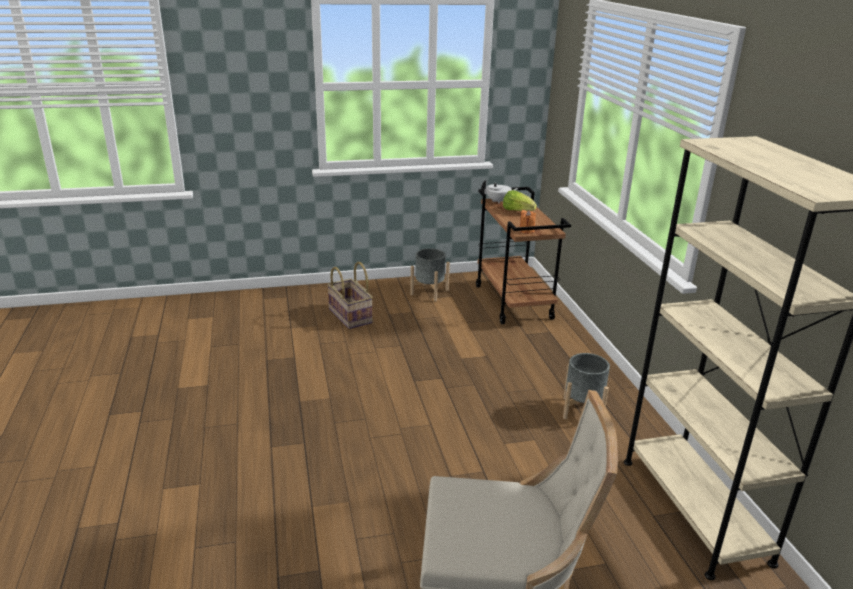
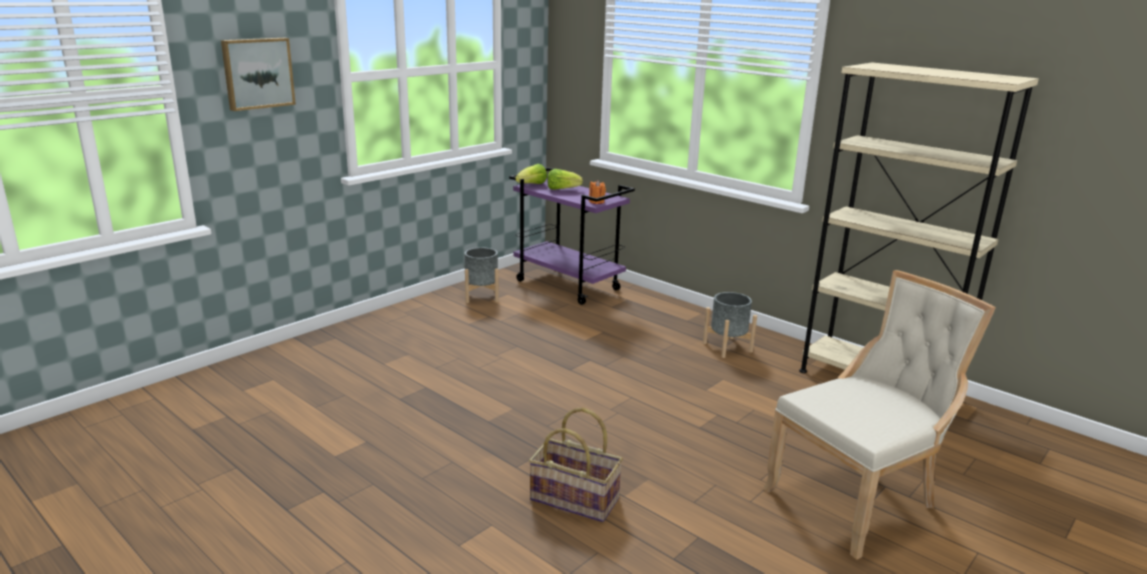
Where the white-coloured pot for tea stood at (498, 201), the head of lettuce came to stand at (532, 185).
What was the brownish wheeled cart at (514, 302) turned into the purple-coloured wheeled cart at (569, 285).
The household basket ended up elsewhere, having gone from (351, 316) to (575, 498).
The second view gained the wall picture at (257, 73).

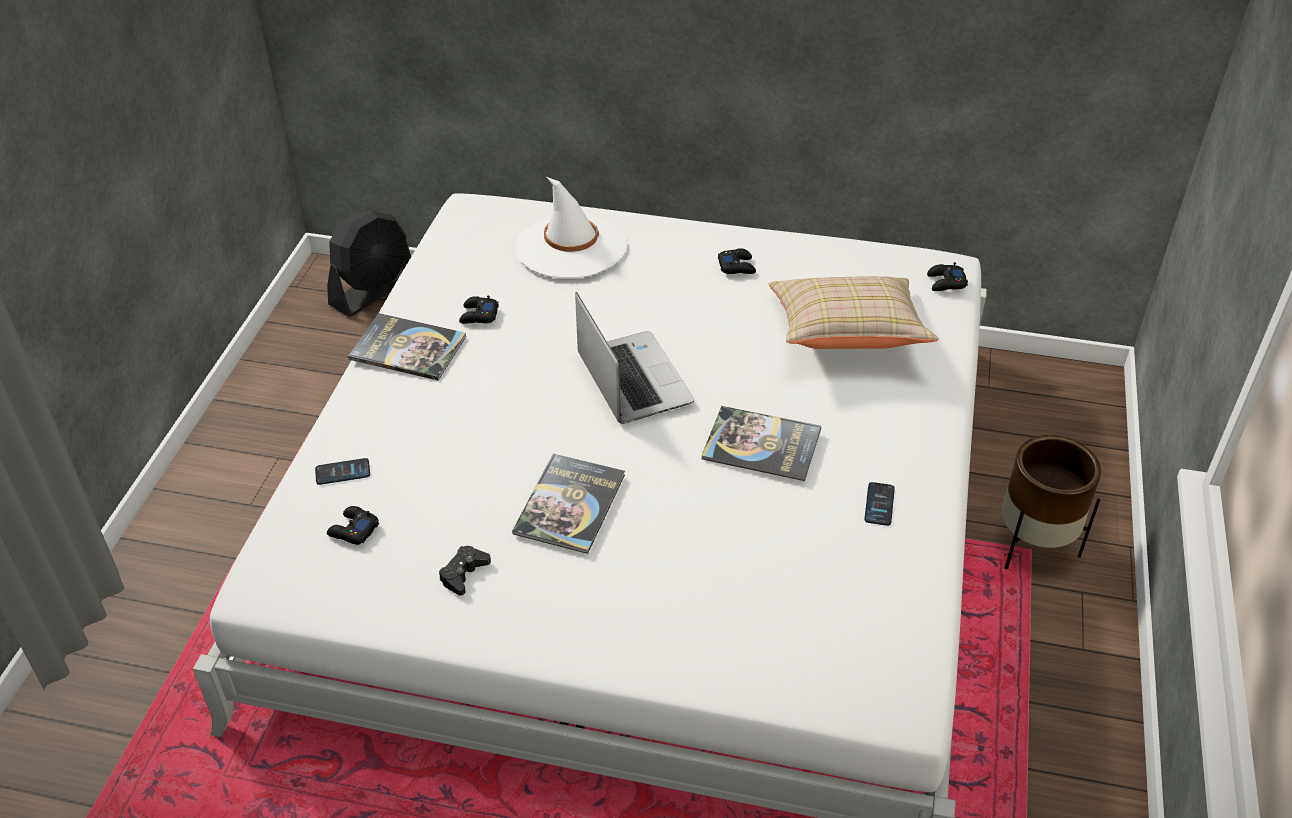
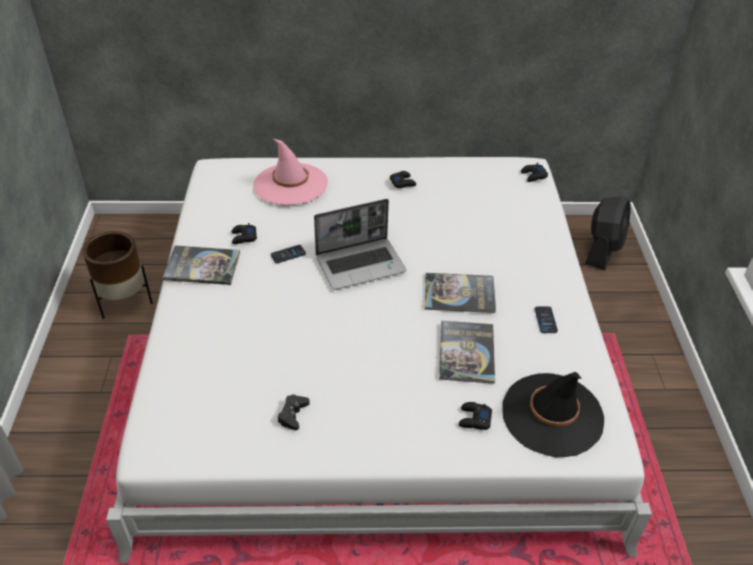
What was the white-coloured clothing hat at (571, 247) turned into the pink clothing hat at (290, 184).
The black electric fan ended up elsewhere, having gone from (374, 290) to (603, 249).
The second view lost the sand-coloured pillow at (847, 334).
The portable computer at (631, 379) ended up facing another way, 105 degrees clockwise from before.
The brownish flower pot ended up elsewhere, having gone from (1034, 546) to (125, 302).
The book ended up elsewhere, having gone from (570, 504) to (466, 352).
The phone ended up elsewhere, having gone from (343, 472) to (288, 254).
The black gamepad ended up elsewhere, having gone from (353, 530) to (474, 419).
The second view gained the black clothing hat at (552, 415).

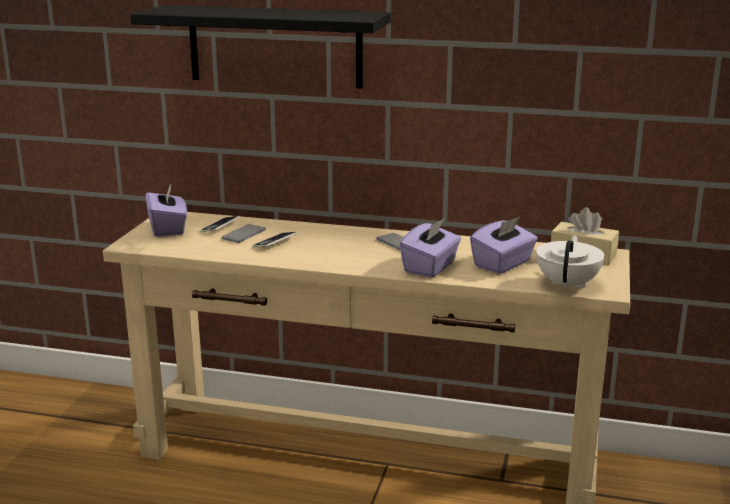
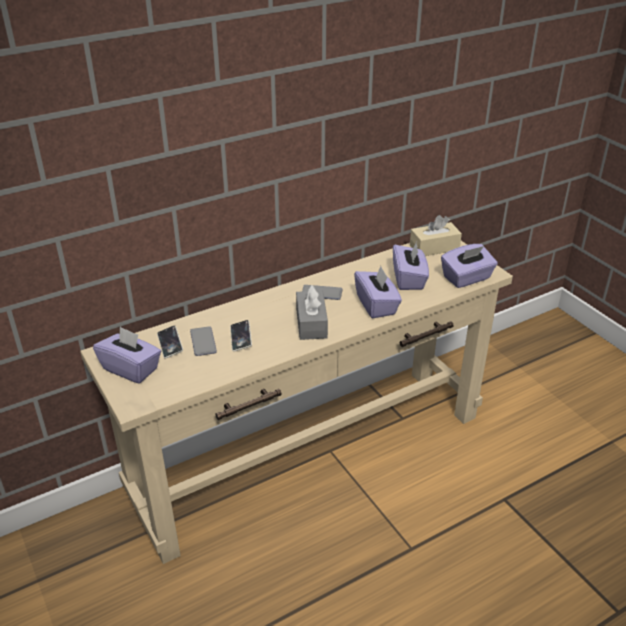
The second view lost the black bracket shelf at (275, 46).
Where the white-coloured pot for tea stood at (568, 284), the purple-coloured tissue box came to stand at (467, 278).
The second view gained the greyish tissue box at (311, 323).

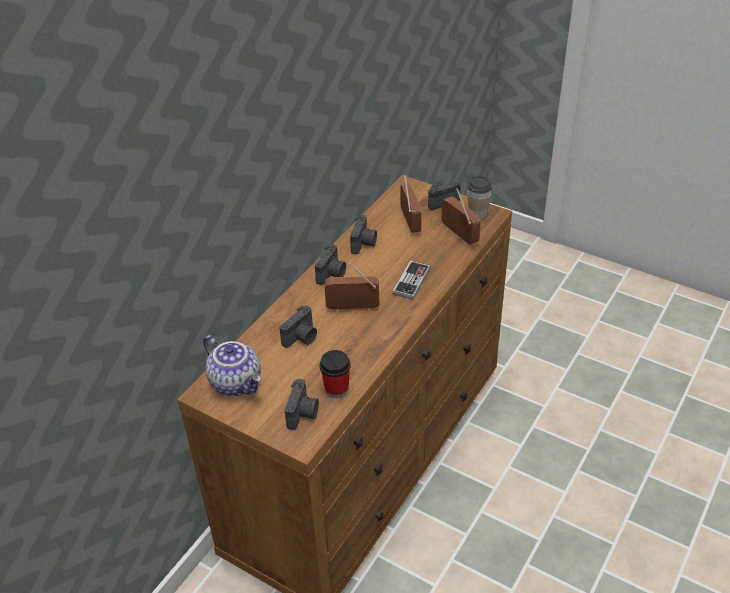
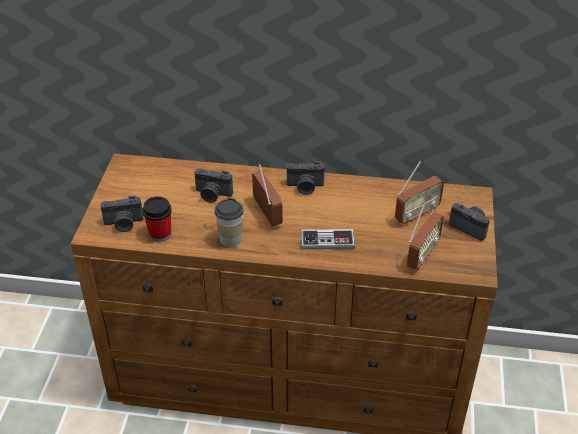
The small cup ended up elsewhere, having gone from (477, 214) to (230, 239).
The second view lost the still camera at (364, 243).
The second view lost the pot for tea at (237, 382).

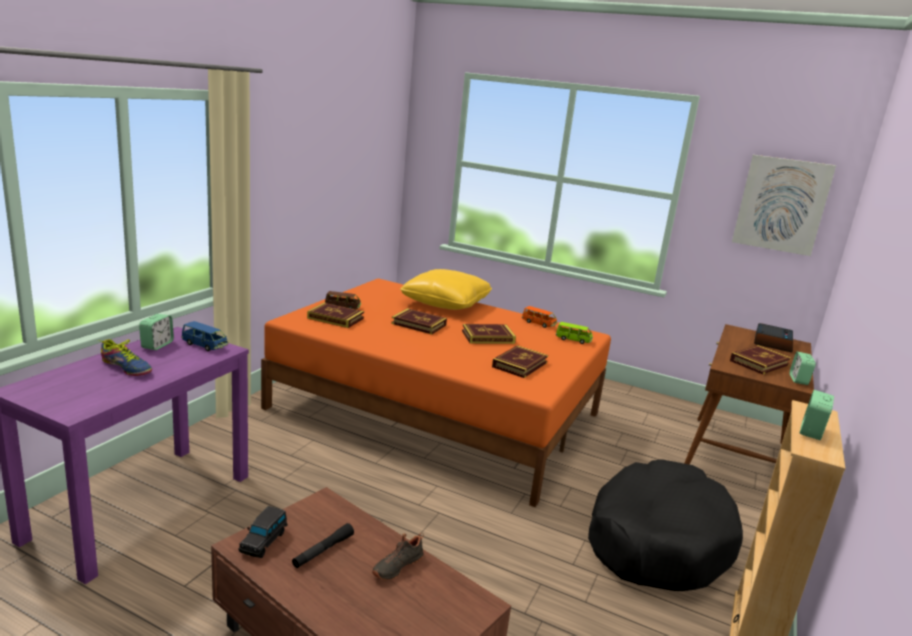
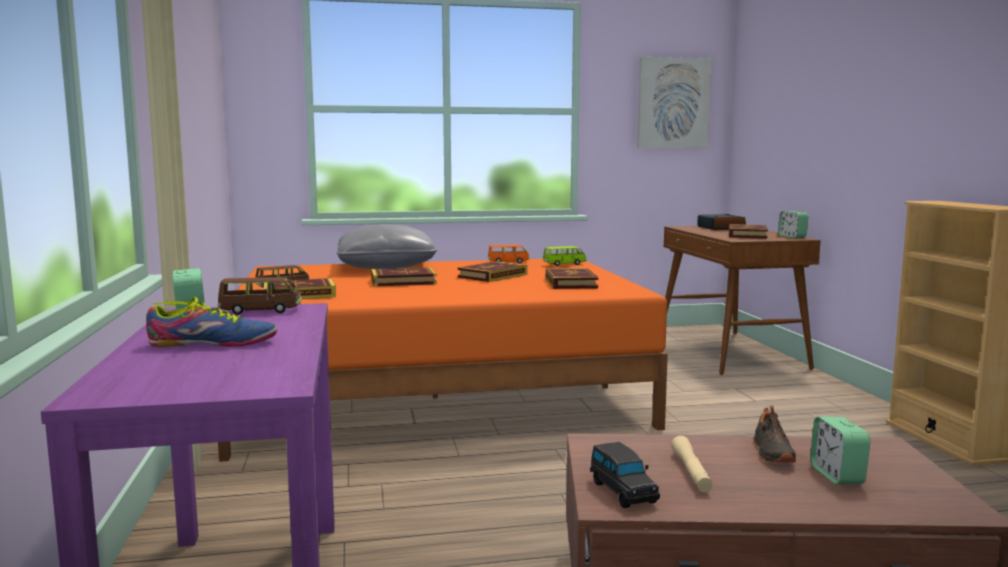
What was the yellow pillow at (446, 303) turned into the greyish pillow at (386, 267).
What was the bluish miniature car at (204, 345) turned into the brownish miniature car at (261, 311).
The table clock ended up elsewhere, having gone from (811, 431) to (837, 475).
The second view lost the black dog bed at (657, 540).
What was the black hand torch at (323, 551) turned into the sand-coloured hand torch at (691, 472).

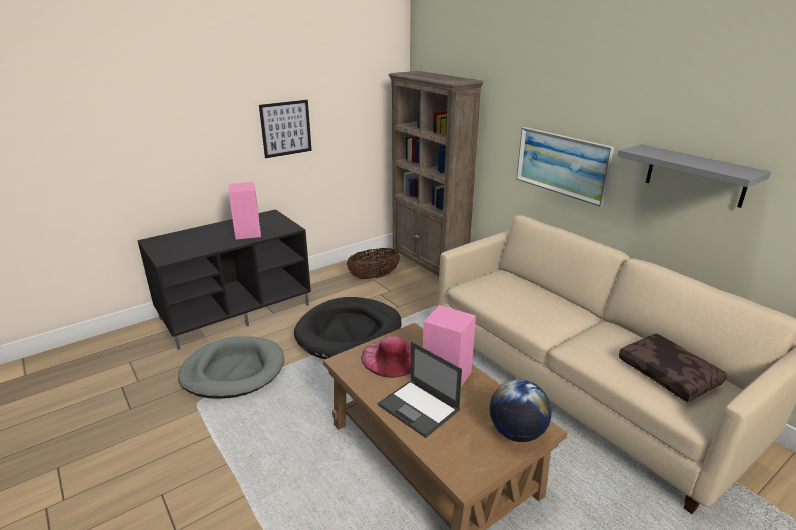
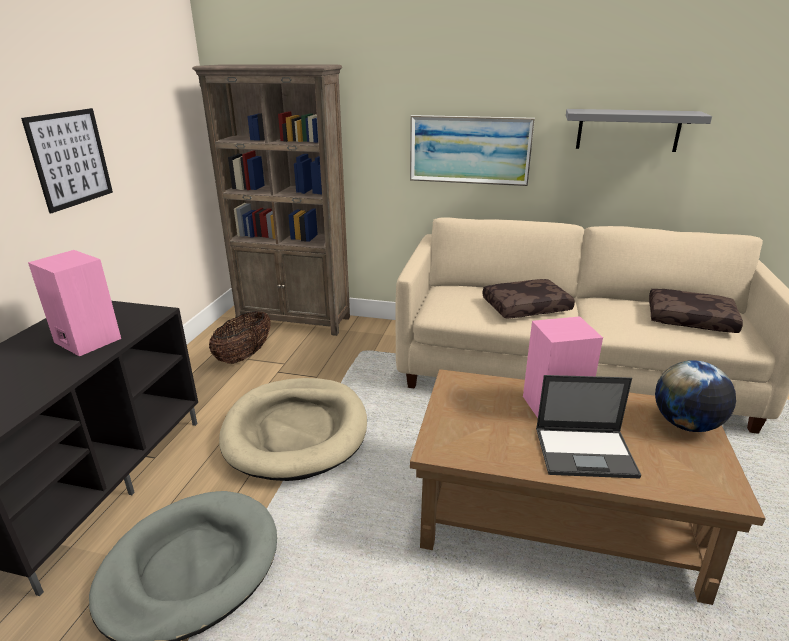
What was the black dog bed at (349, 332) turned into the sand-coloured dog bed at (296, 431).
The second view lost the pink clothing hat at (392, 357).
The second view gained the brownish pillow at (526, 307).

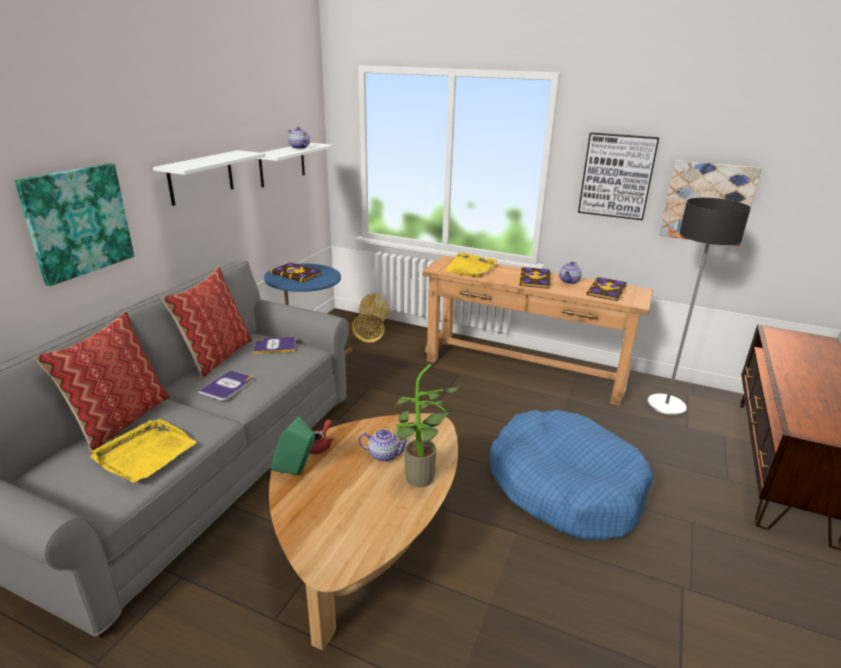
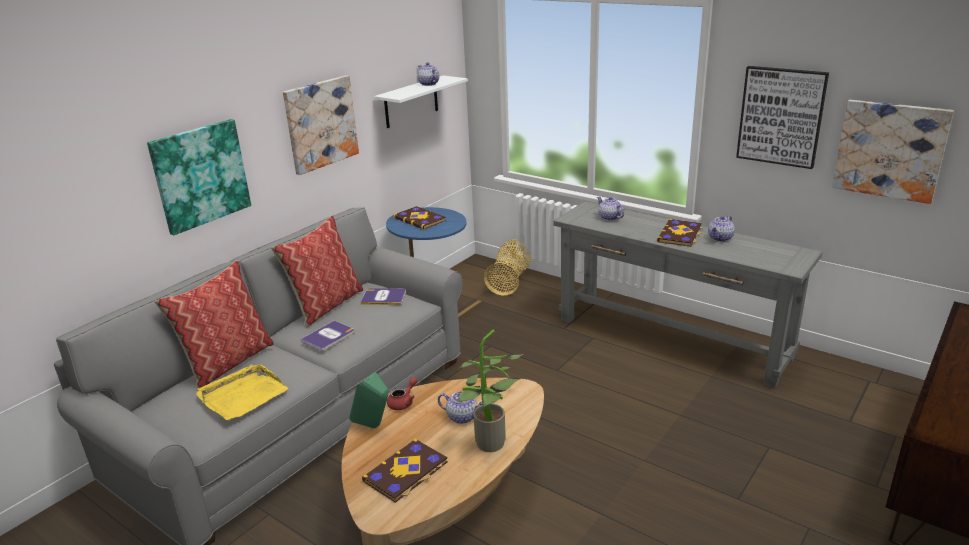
Where the white-coloured bracket shelf hung at (201, 177), the wall picture came to hang at (320, 124).
The second view lost the standing lamp at (666, 406).
Where the yellow tray stood at (470, 268), the pot for tea came to stand at (609, 218).
What was the brownish console table at (523, 370) turned into the greyish console table at (671, 338).
The book ended up elsewhere, having gone from (607, 290) to (406, 472).
The second view lost the bluish dog bed at (564, 486).

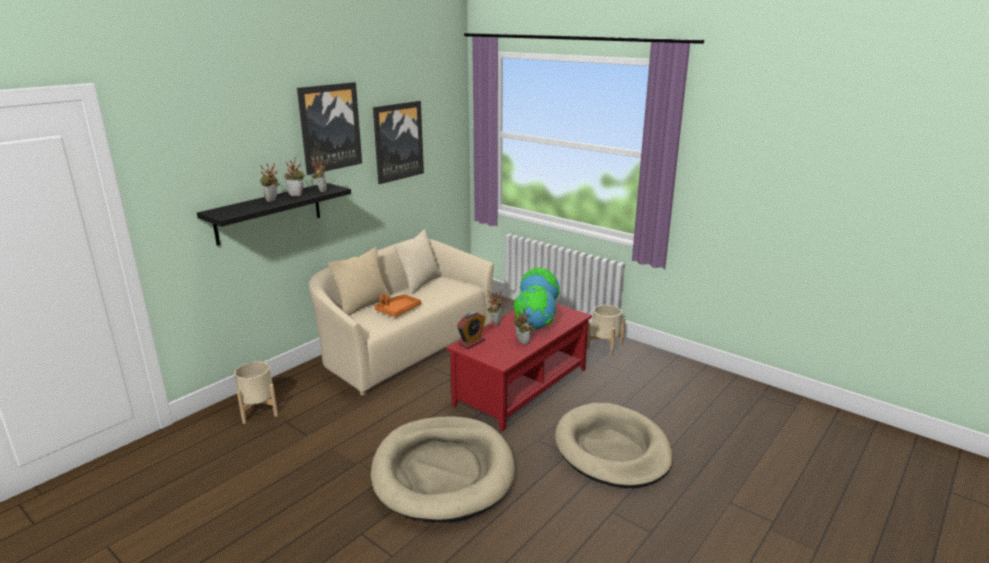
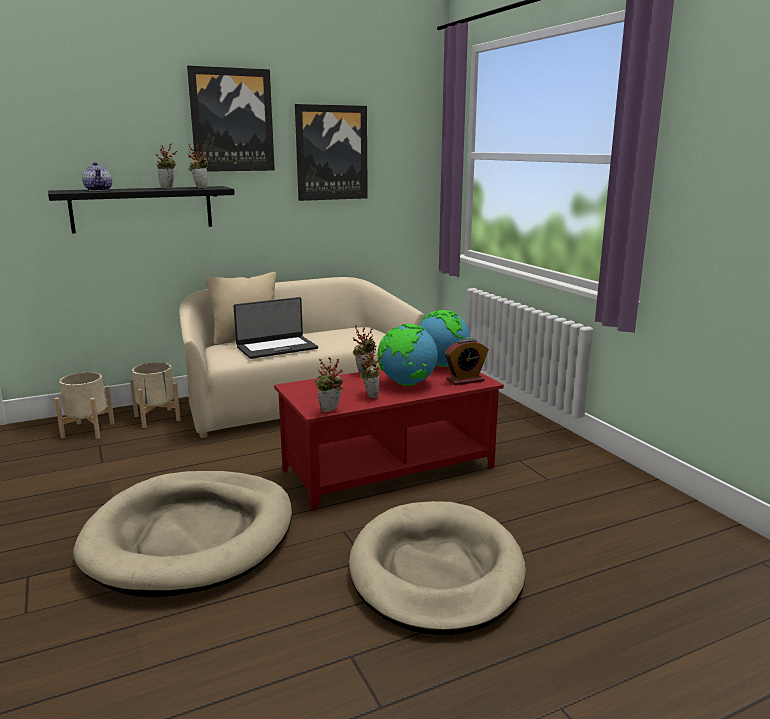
The plant in a pot ended up elsewhere, having gone from (272, 200) to (330, 410).
The second view lost the sand-coloured pillow at (420, 284).
Where the orangey tray stood at (398, 310), the portable computer came to stand at (276, 348).
The sand-coloured flower pot ended up elsewhere, having gone from (604, 346) to (157, 418).
The table clock ended up elsewhere, having gone from (471, 342) to (465, 380).
The second view gained the pot for tea at (99, 190).

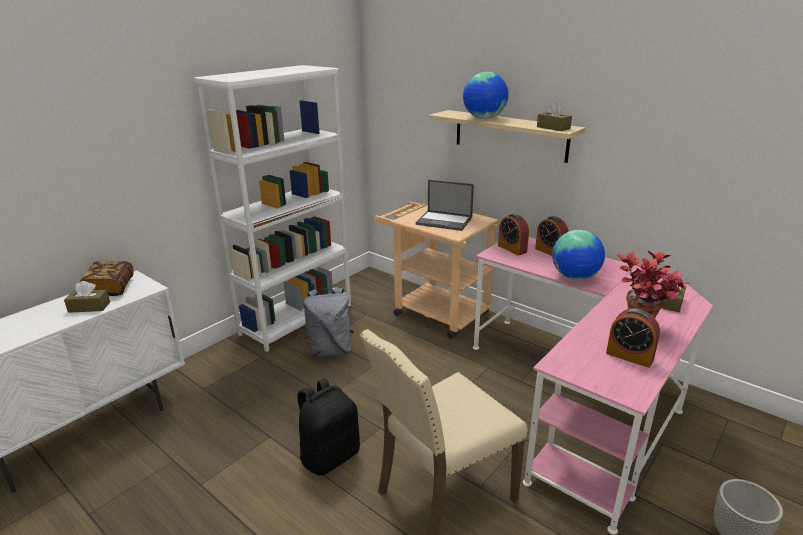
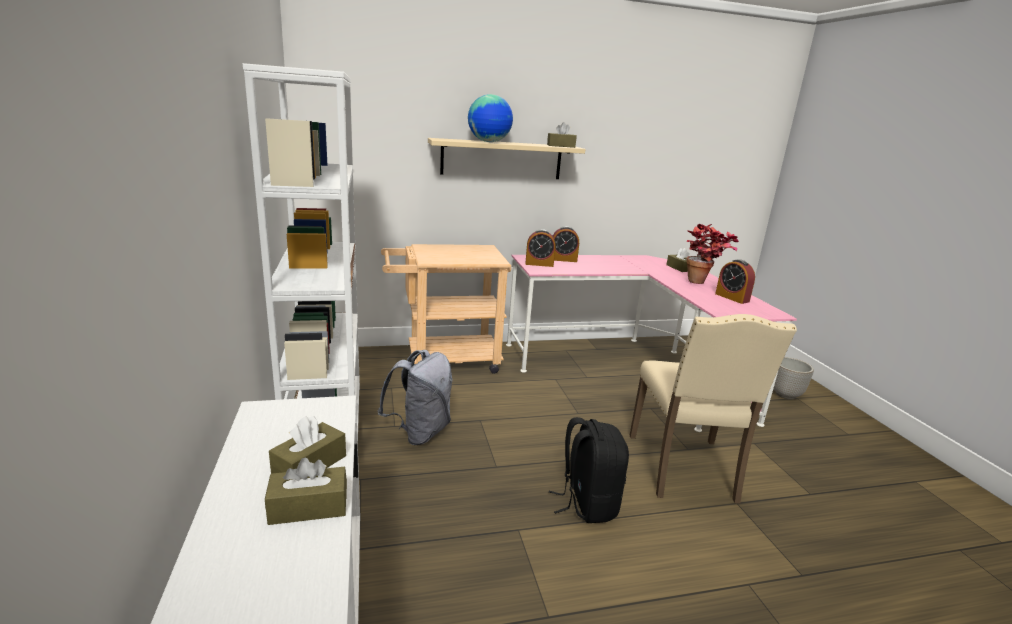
The second view lost the portable computer at (445, 221).
The second view lost the world globe at (575, 277).
The second view lost the book at (110, 288).
The table clock at (629, 356) ended up facing another way, 75 degrees clockwise from before.
The second view gained the brownish tissue box at (308, 507).

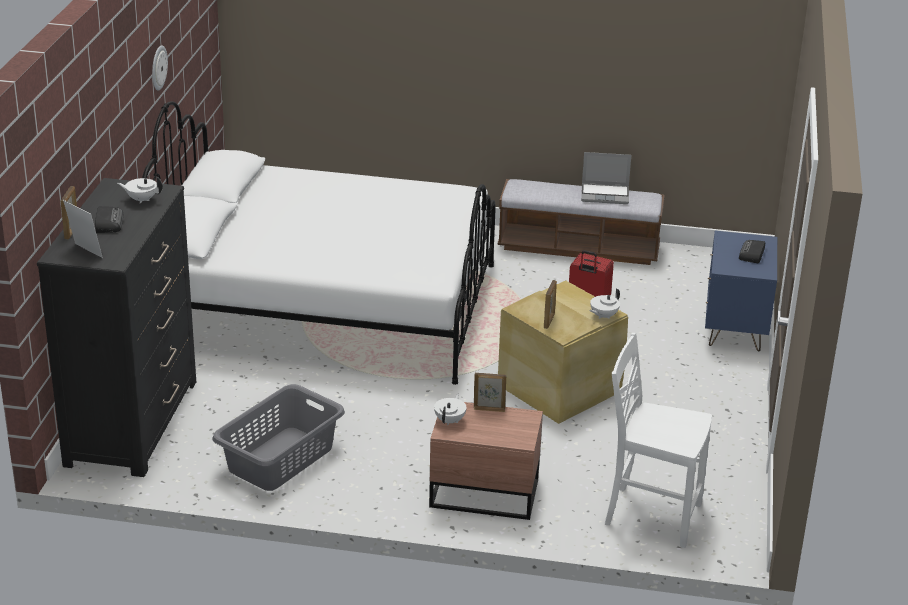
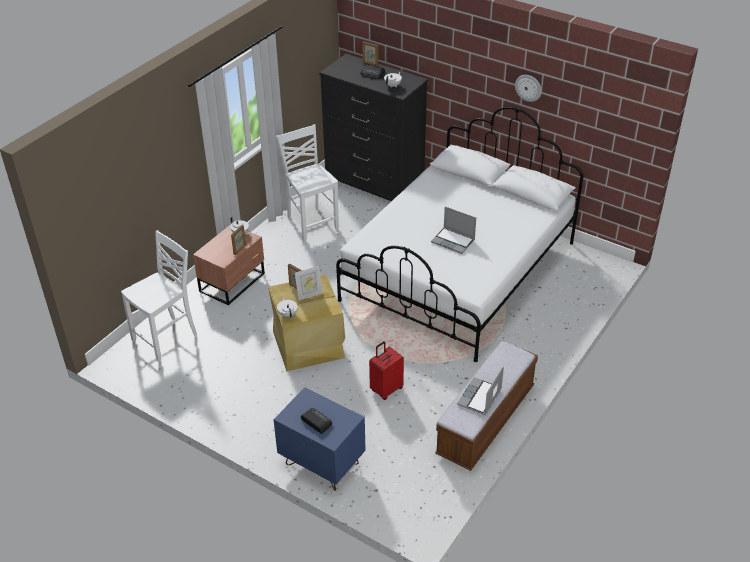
The photo frame ended up elsewhere, having gone from (85, 252) to (309, 295).
Where the greyish laundry basket stood at (279, 459), the white-coloured upright chair came to stand at (311, 222).
The second view gained the portable computer at (453, 241).

